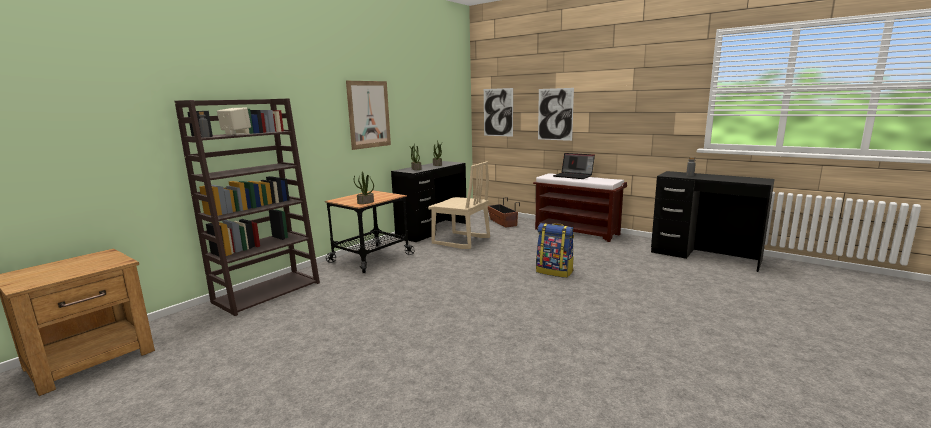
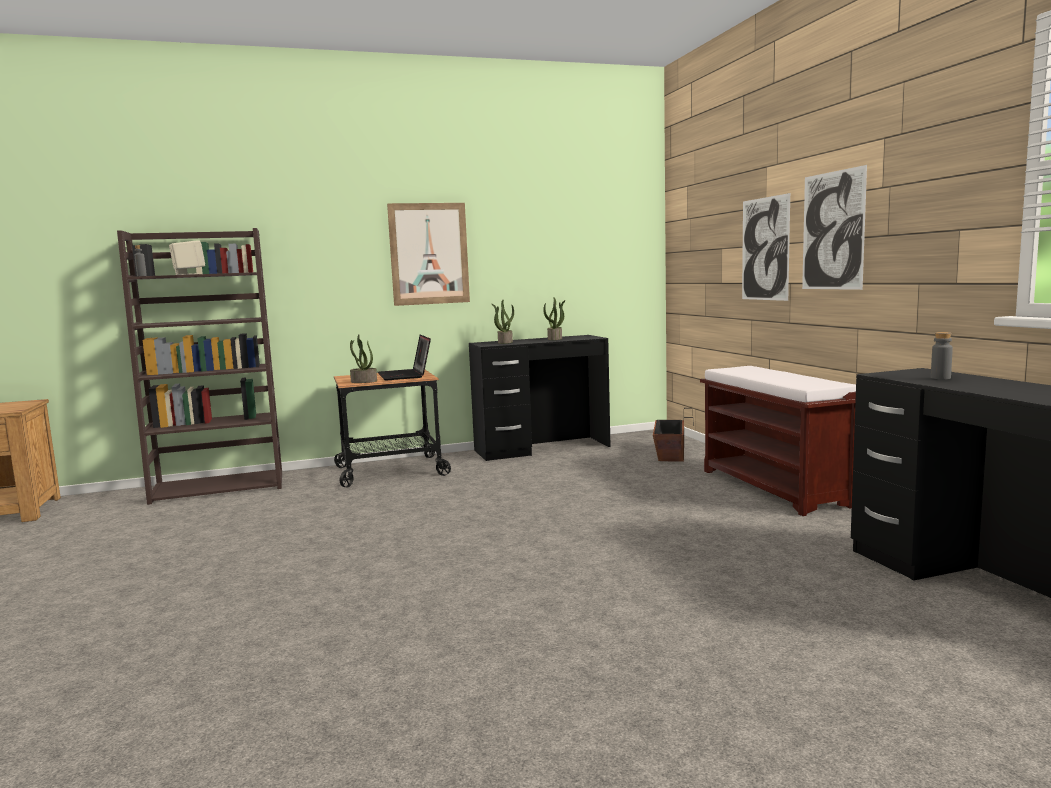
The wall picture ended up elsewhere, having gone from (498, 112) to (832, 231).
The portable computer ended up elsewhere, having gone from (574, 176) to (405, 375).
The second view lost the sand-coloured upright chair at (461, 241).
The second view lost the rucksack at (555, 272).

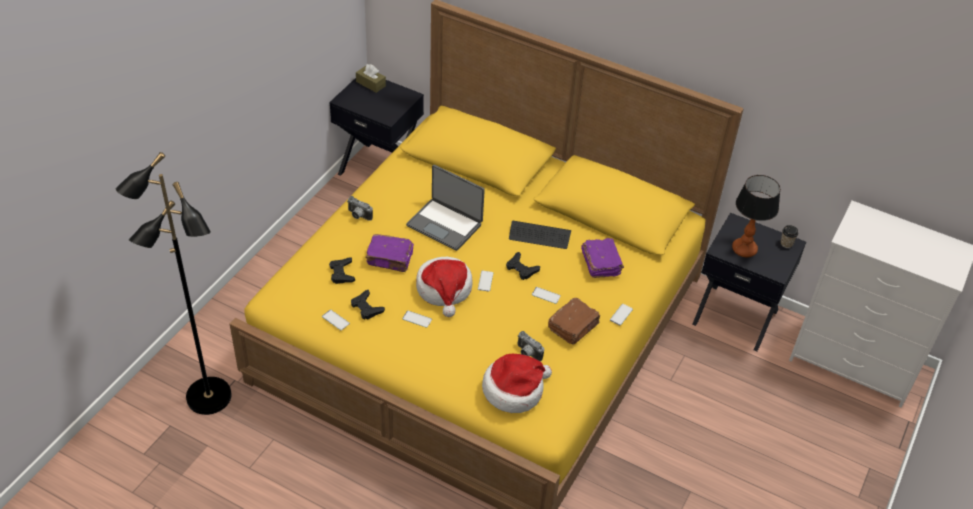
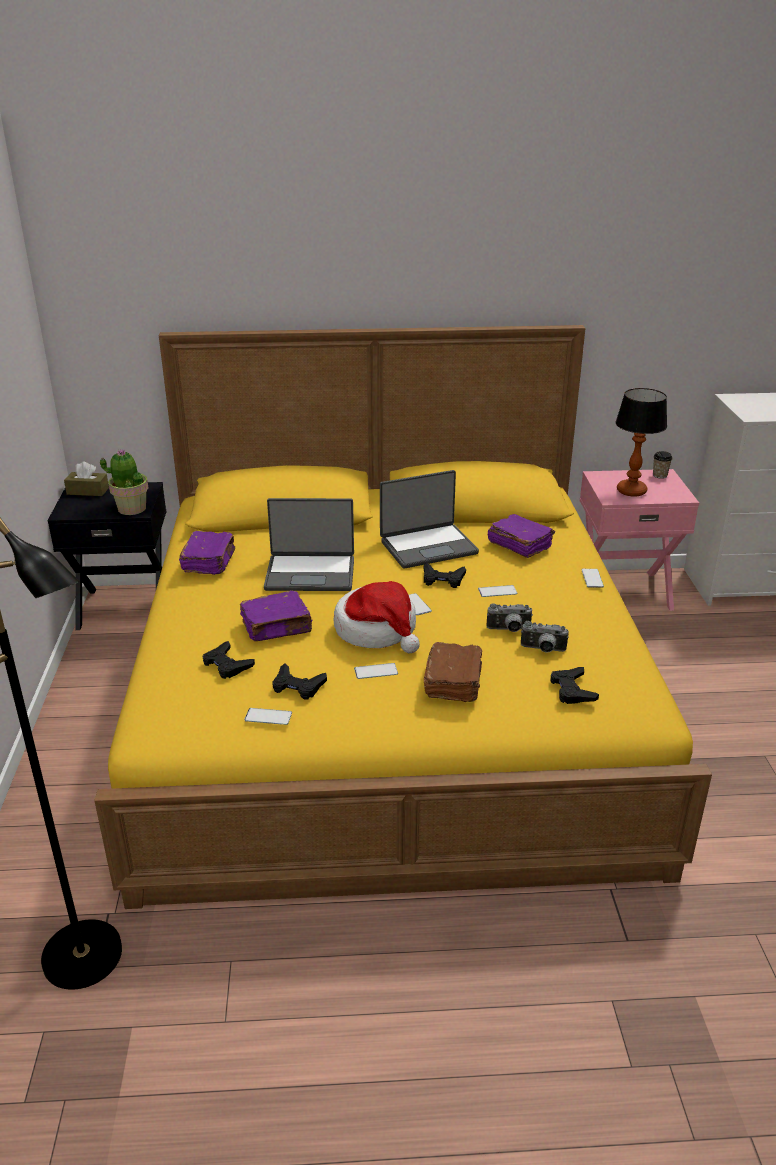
The still camera ended up elsewhere, having gone from (358, 216) to (509, 630).
What was the black nightstand at (736, 316) turned into the pink nightstand at (623, 591).
Where the computer keyboard stood at (539, 236), the portable computer came to stand at (428, 546).
The brownish book ended up elsewhere, having gone from (574, 327) to (454, 682).
Where the clothing hat stood at (514, 390), the black gamepad came to stand at (572, 690).
The second view gained the plant in a pot at (131, 508).
The second view gained the purple-coloured book at (209, 562).

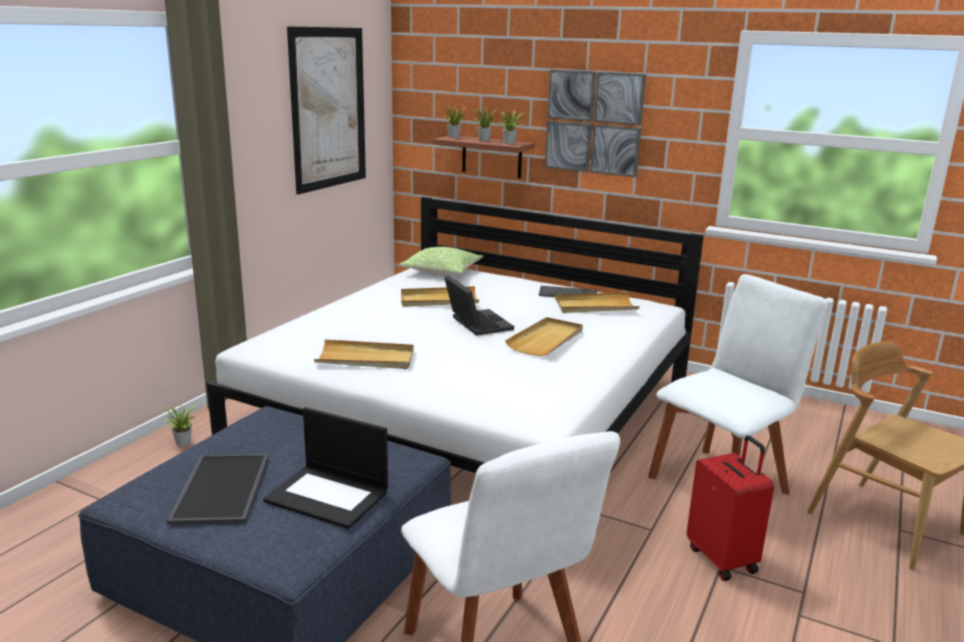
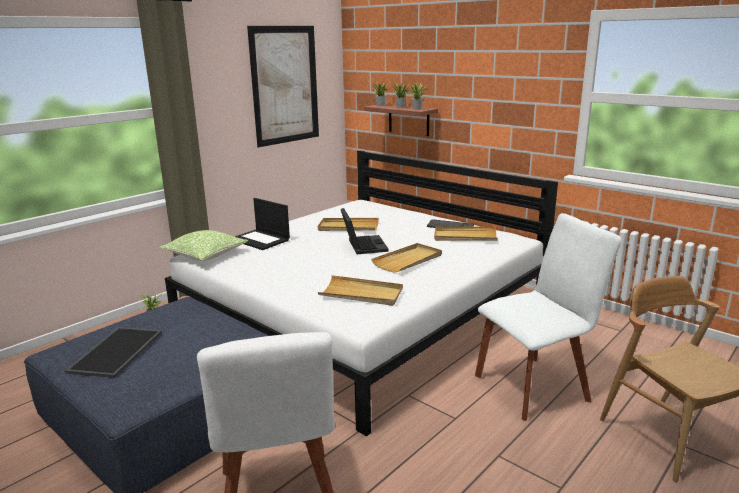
The second view lost the wall picture at (593, 122).
The pillow ended up elsewhere, having gone from (442, 272) to (205, 254).
The sand-coloured tray ended up elsewhere, having gone from (366, 358) to (361, 294).
The portable computer ended up elsewhere, having gone from (329, 496) to (261, 240).
The second view lost the red-coloured suitcase at (723, 559).

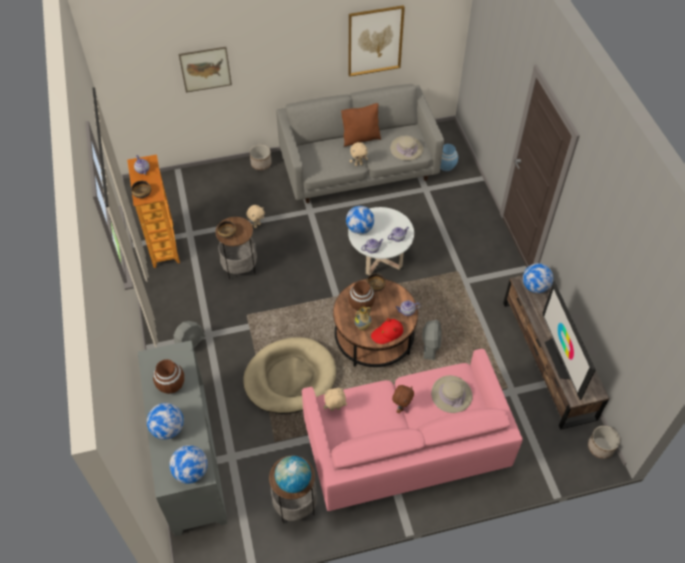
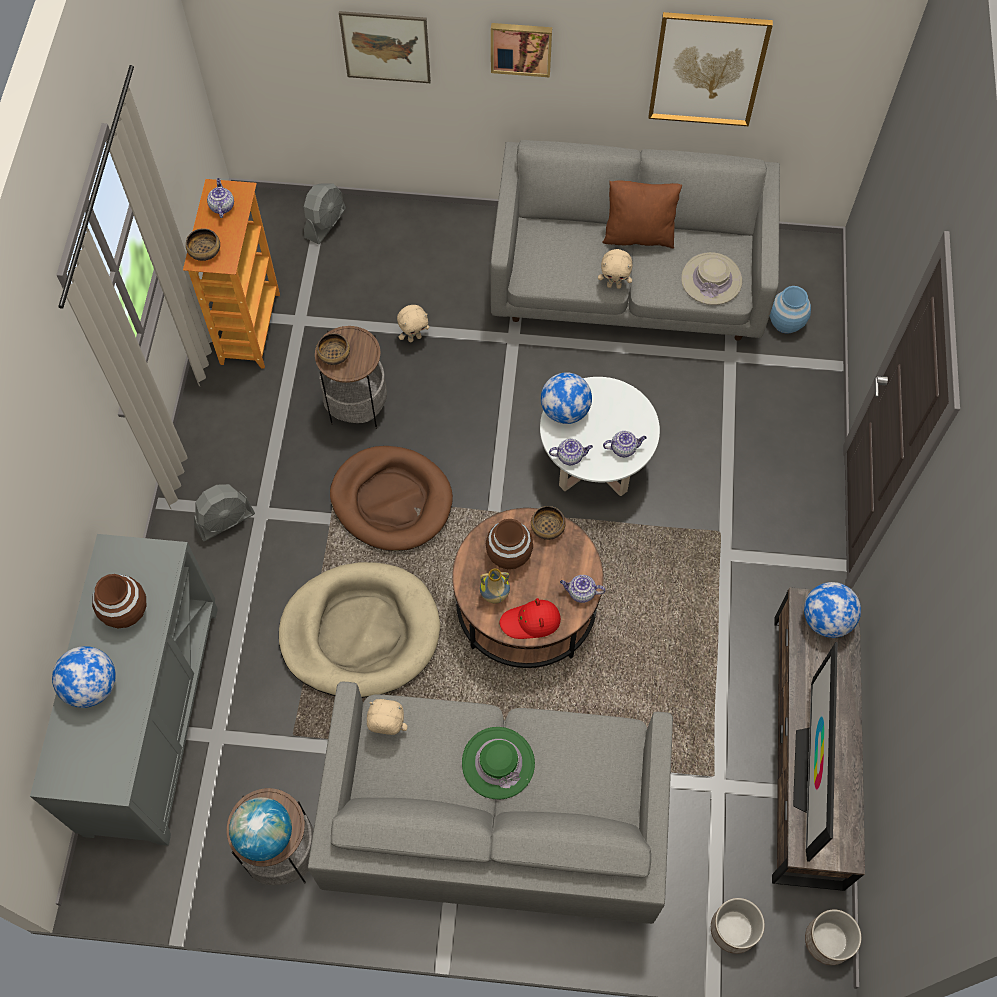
The flower pot ended up elsewhere, having gone from (261, 164) to (734, 929).
The greyish electric fan ended up elsewhere, having gone from (430, 345) to (325, 223).
What was the pink couch at (404, 448) turned into the greyish couch at (494, 820).
The second view lost the sand-coloured clothing hat at (451, 394).
Where the brownish plush toy stood at (401, 406), the green-coloured clothing hat came to stand at (498, 763).
The second view lost the world globe at (191, 472).
The second view gained the wall picture at (521, 47).
The second view gained the brownish dog bed at (392, 500).

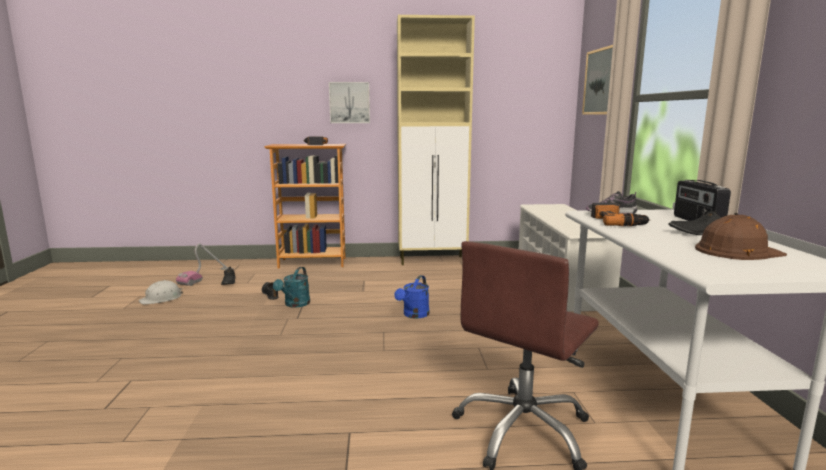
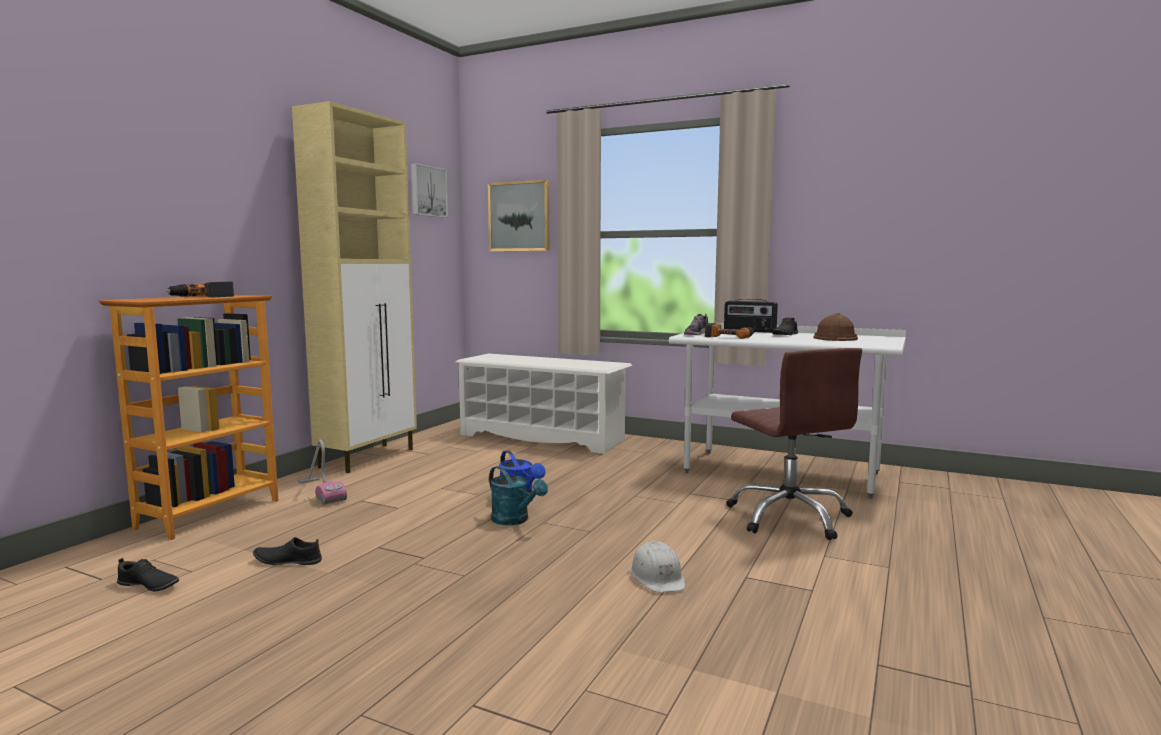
The wall picture ended up elsewhere, having gone from (349, 102) to (427, 191).
The hoover ended up elsewhere, having gone from (206, 277) to (321, 491).
The turquoise-coloured watering can ended up elsewhere, having gone from (295, 304) to (515, 520).
The white-coloured hard hat ended up elsewhere, having gone from (161, 298) to (657, 576).

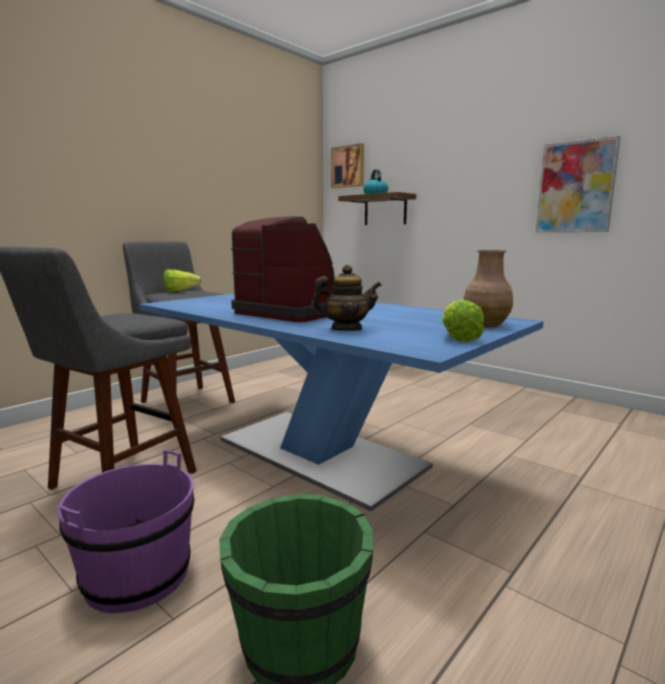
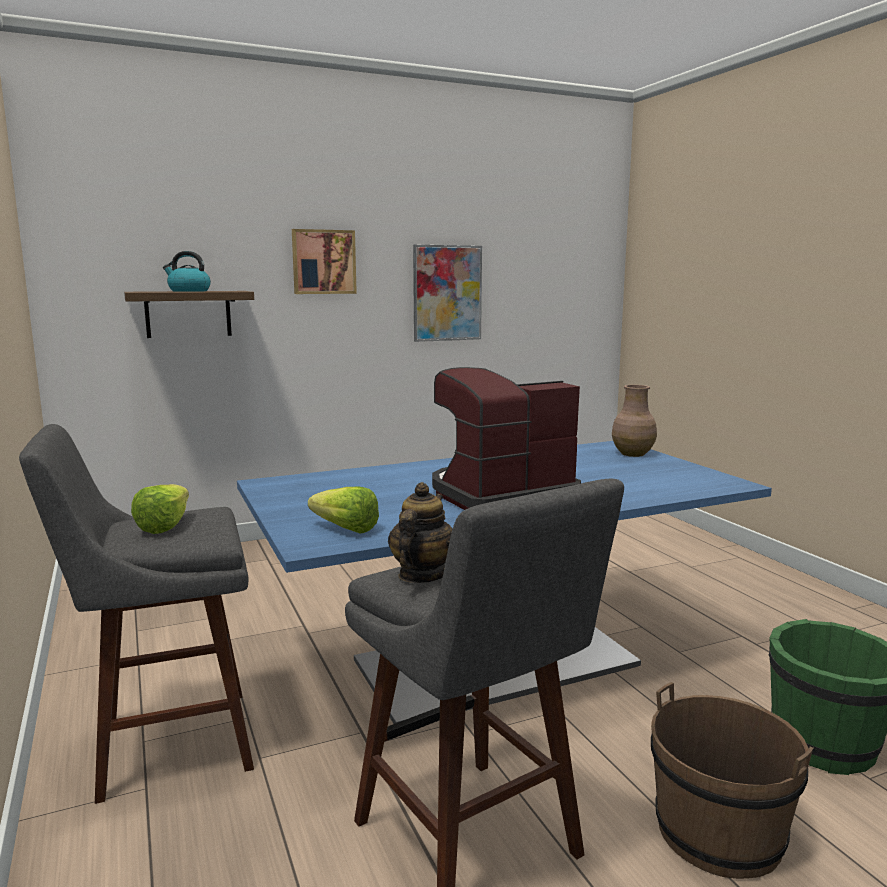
The wall picture ended up elsewhere, having gone from (348, 167) to (323, 262).
The pot for tea ended up elsewhere, having gone from (346, 329) to (421, 575).
The head of lettuce ended up elsewhere, having gone from (458, 336) to (341, 528).
What was the purple-coloured pail at (137, 575) turned into the brownish pail at (718, 833).

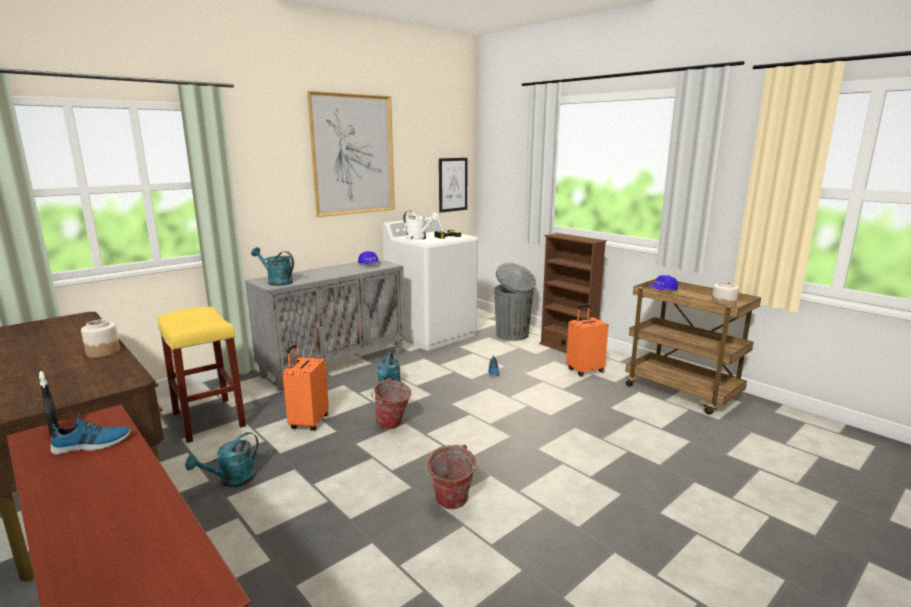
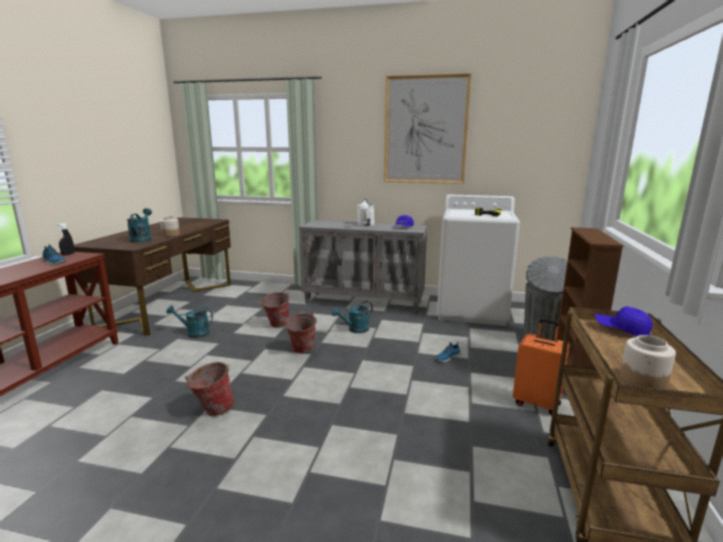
The second view lost the wall picture at (453, 184).
The white-coloured watering can ended up elsewhere, having gone from (419, 238) to (365, 225).
The turquoise-coloured watering can ended up elsewhere, having gone from (276, 282) to (142, 239).
The second view lost the yellow sitting stool at (209, 420).
Where the orangey suitcase stood at (308, 422), the pail came to stand at (276, 325).

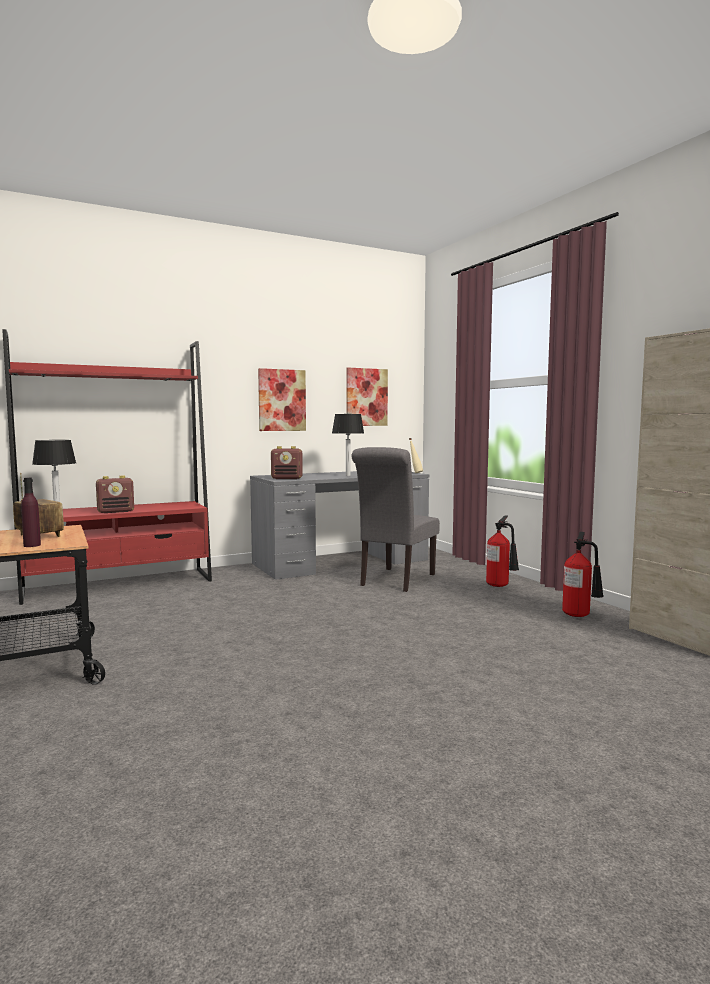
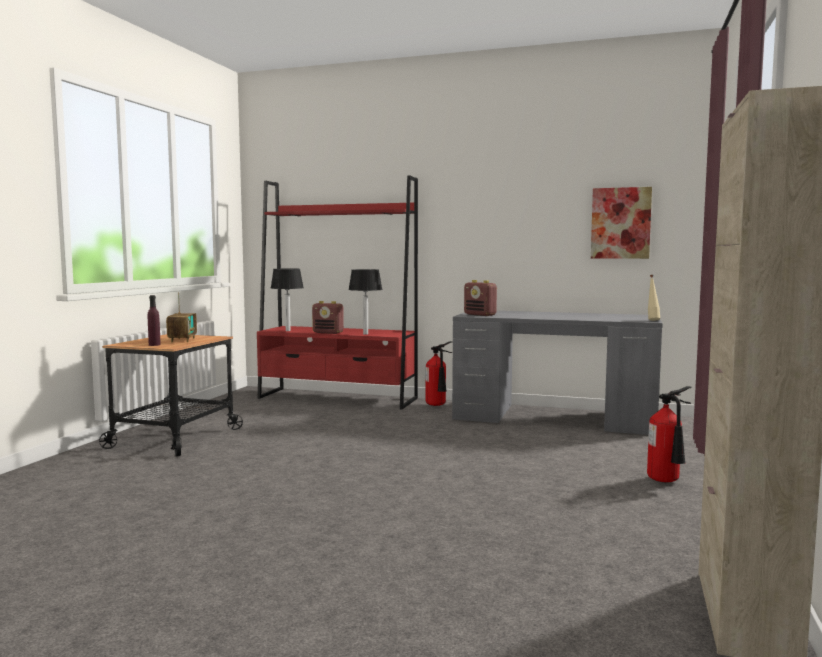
The second view lost the wall picture at (282, 400).
The table lamp ended up elsewhere, having gone from (347, 475) to (365, 334).
The second view lost the greyish upright chair at (395, 581).
The fire-fighting cylinder ended up elsewhere, having gone from (580, 615) to (437, 406).

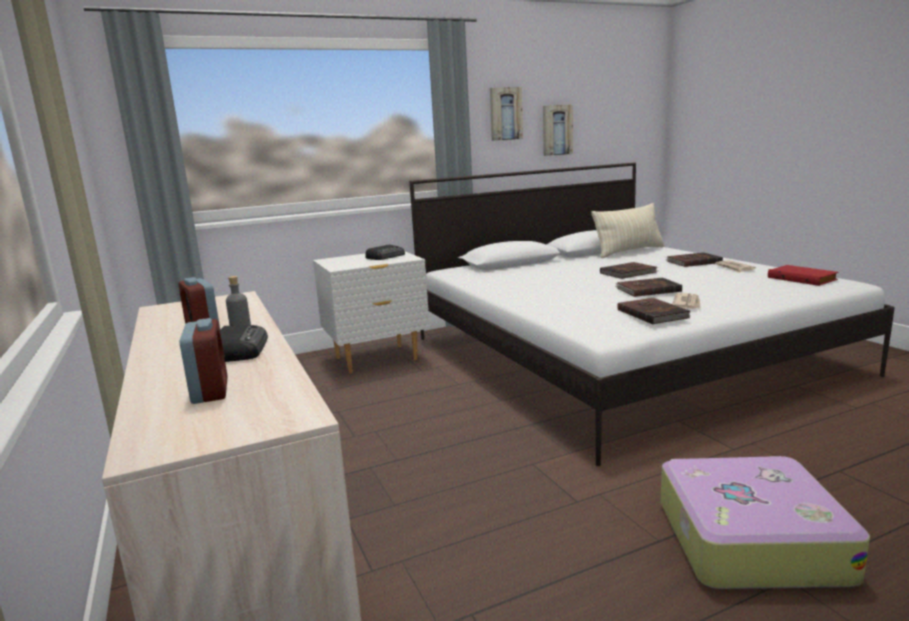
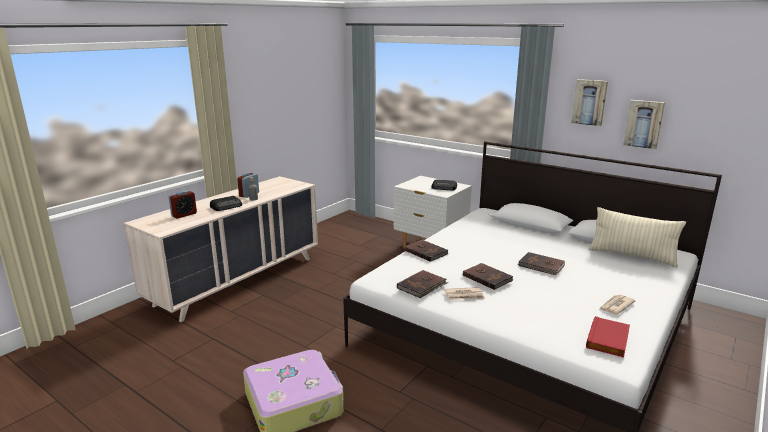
The brownish book ended up elsewhere, having gone from (693, 262) to (426, 252).

